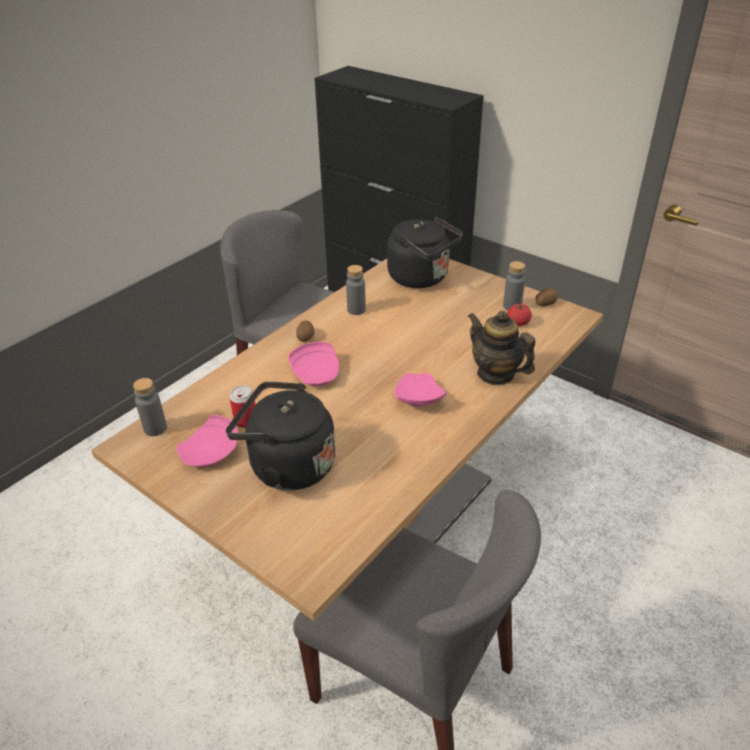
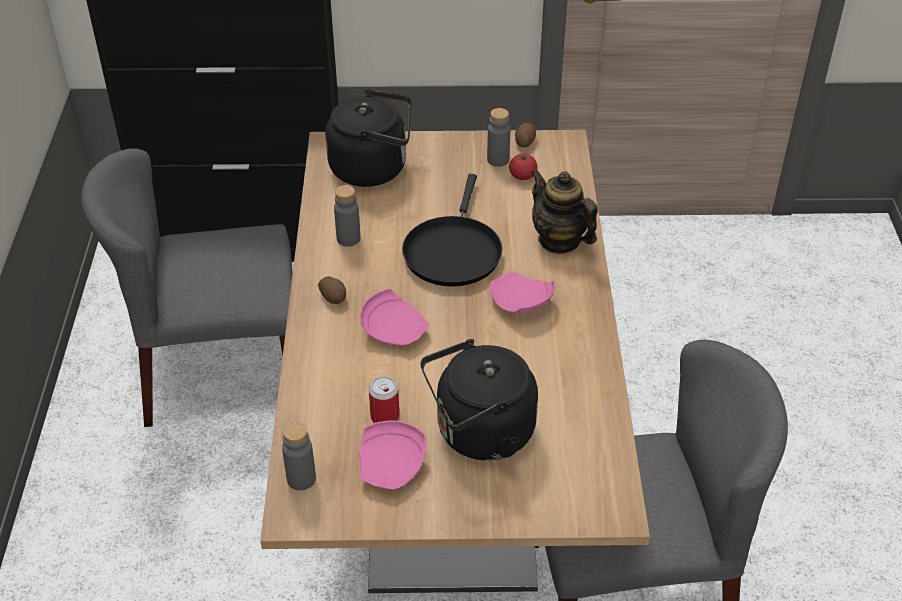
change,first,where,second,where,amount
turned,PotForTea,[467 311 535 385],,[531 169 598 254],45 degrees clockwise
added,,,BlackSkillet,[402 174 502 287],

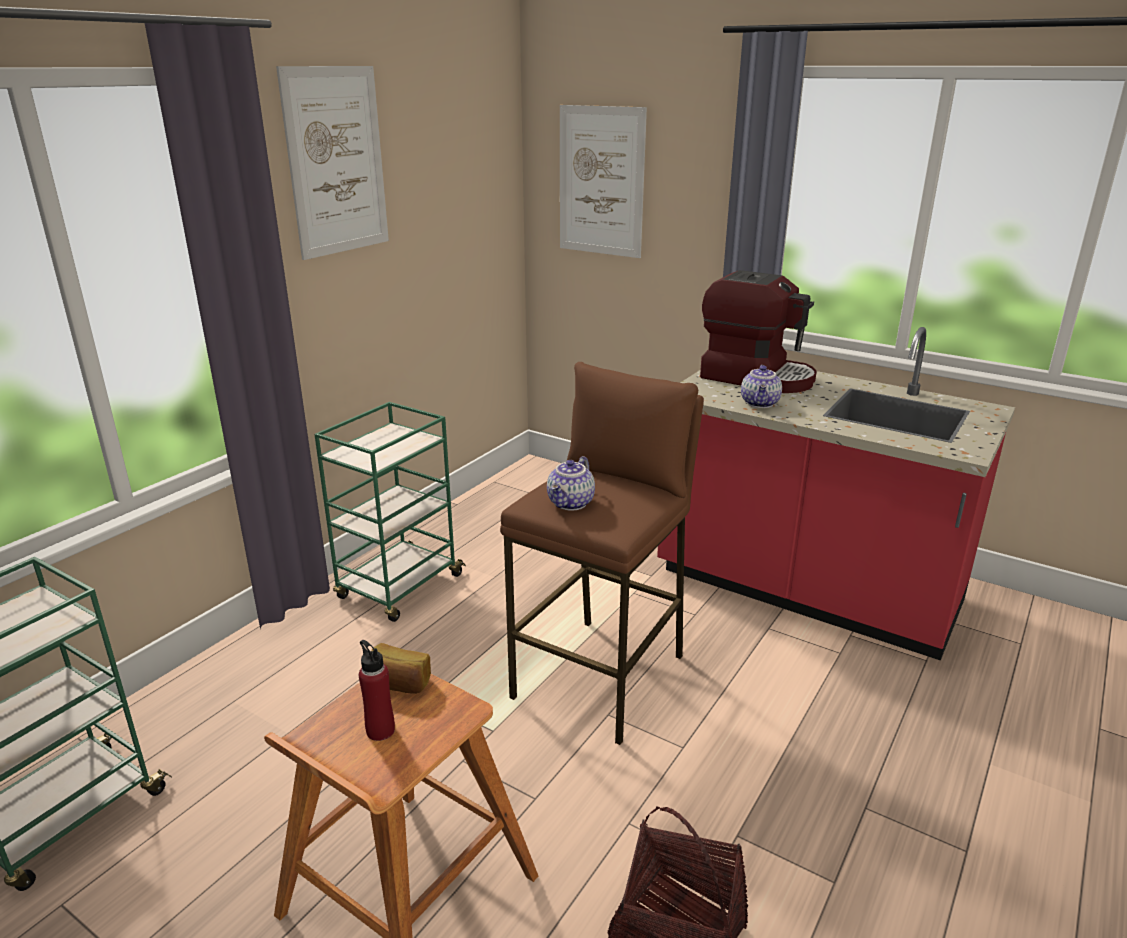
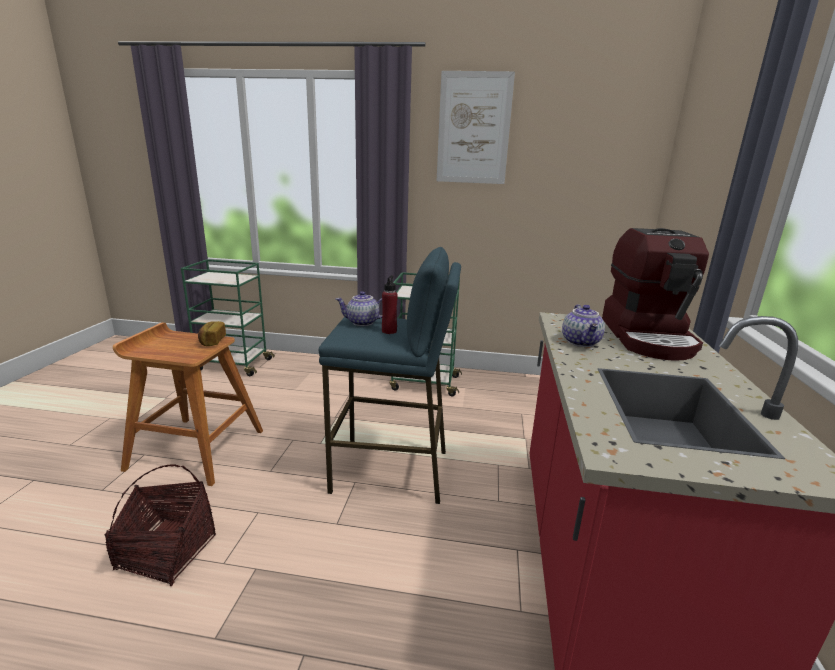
change,first,where,second,where,amount
moved,RedColouredBottle,[359 640 395 741],,[382 275 398 334],
recoloured,BrownishSittingStool,[500 362 704 745],BlueColouredSittingStool,[319 247 461 504],
removed,WallPicture,[560 105 647 258],,,
turned,PotForTea,[741 365 782 408],,[562 304 605 347],75 degrees counterclockwise

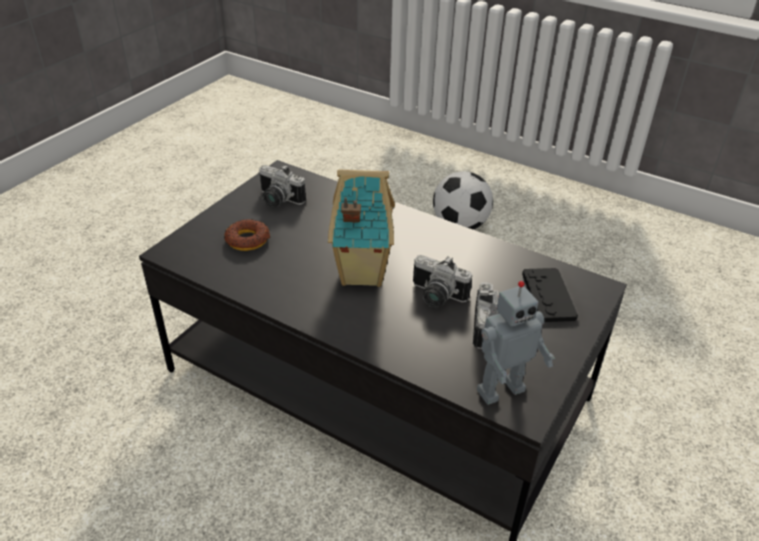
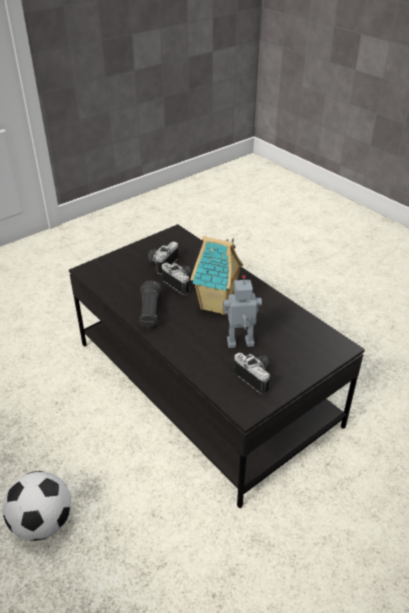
change,first,where,second,where,amount
removed,Donut,[224 219 270 251],,,
moved,ModelRobot,[477 281 555 405],,[223 275 262 348],
removed,BlackGameController,[522 268 578 322],,,
added,,,BlackHandTorch,[139 281 162 328],

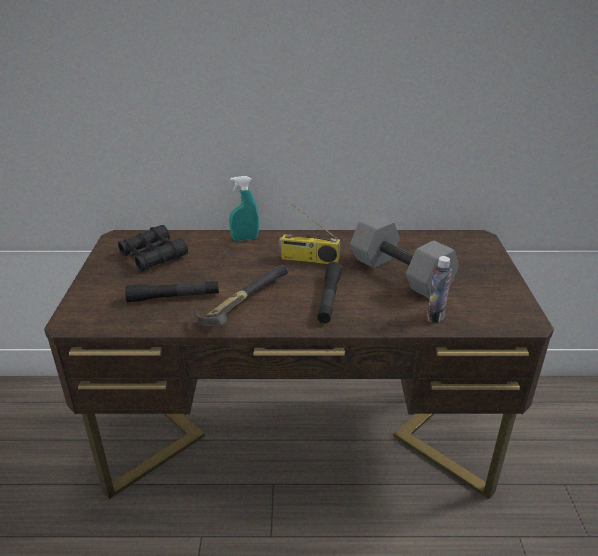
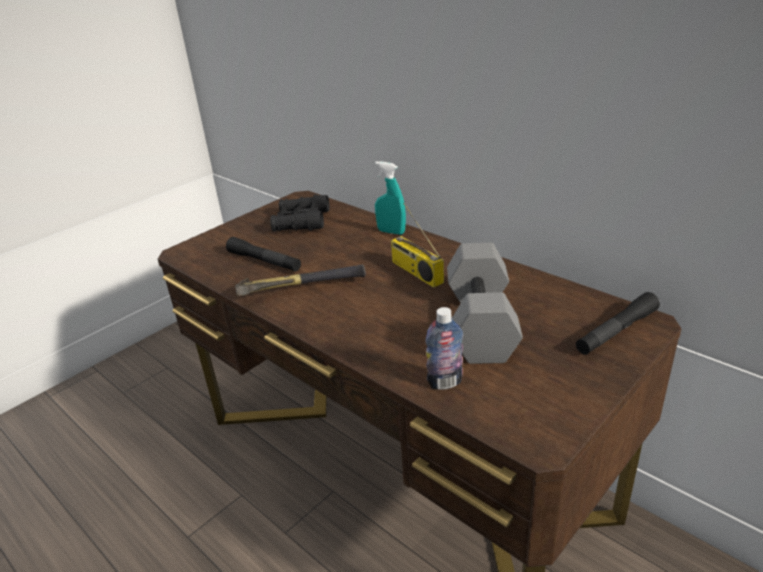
change,first,where,second,where,amount
moved,BlackHandTorch,[317 262 342 323],,[576 292 660 355],

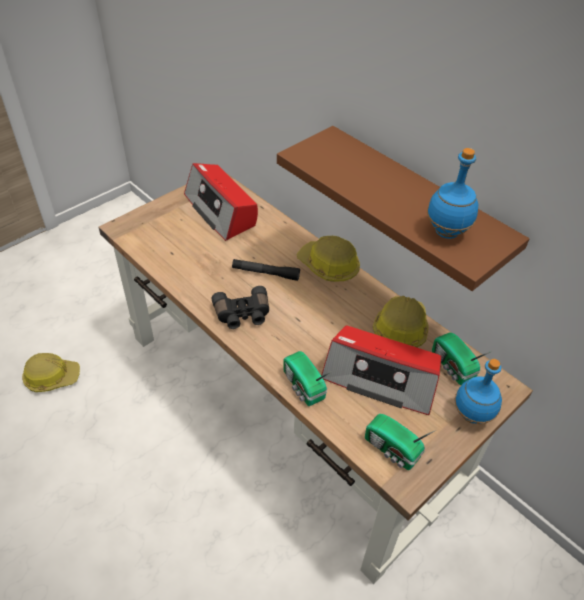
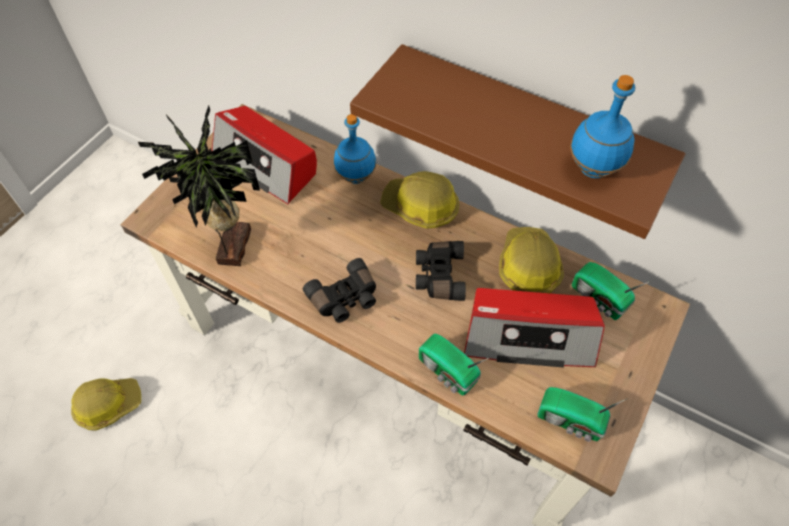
change,first,where,second,where,amount
removed,BlackHandTorch,[232 259 300 281],,,
moved,BlueColouredBottle,[454 359 502 424],,[334 114 376 184],
added,,,PottedPlant,[138 105 260 266],
added,,,BlackFieldGlasses,[416 241 466 301],

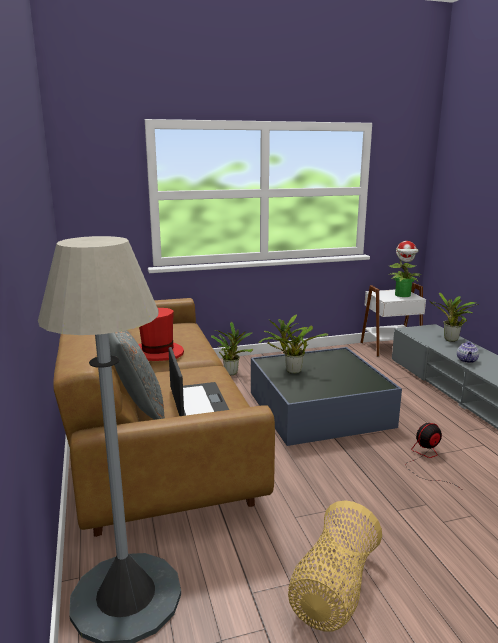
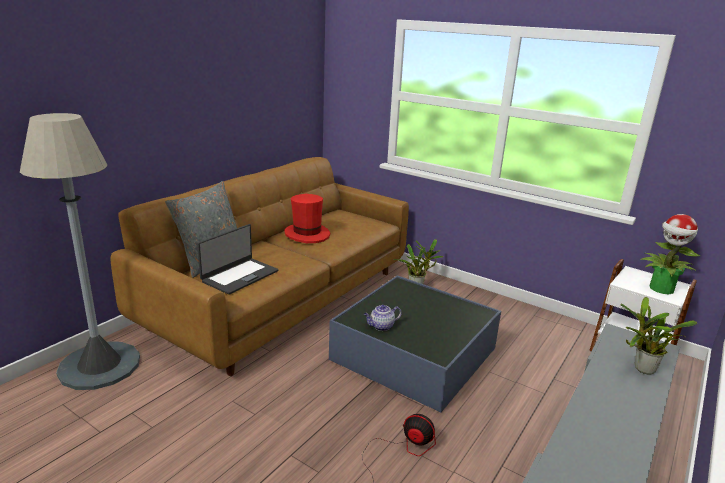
change,first,where,second,where,amount
removed,PottedPlant,[259 314 328 374],,,
removed,Basket,[288 501 382 631],,,
moved,PotForTea,[457 341 479 363],,[364 305 402 331],

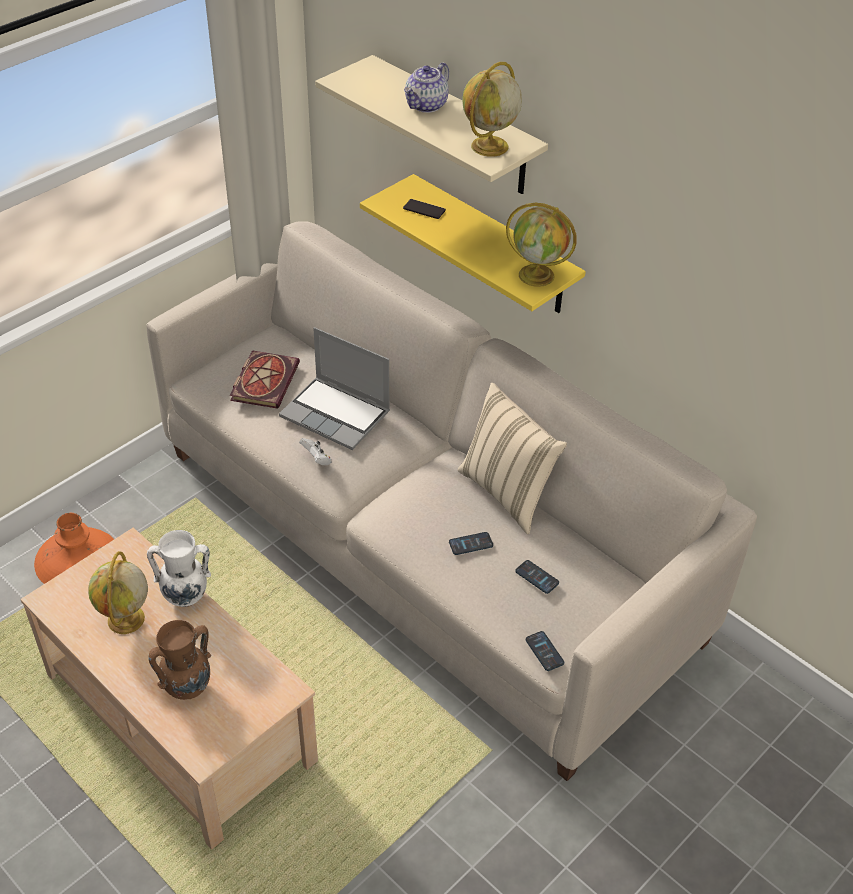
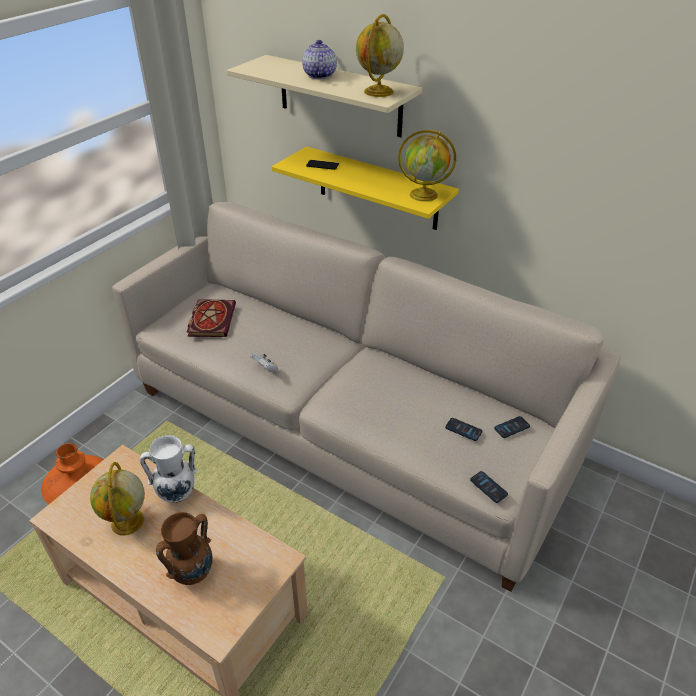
change,first,where,second,where,amount
removed,PortableComputer,[279 327 390 450],,,
turned,PotForTea,[404 62 449 113],,[302 40 337 79],150 degrees clockwise
moved,Telephone,[449 532 493 555],,[494 416 530 438],
removed,BeigeThrowPillow,[457 383 567 534],,,

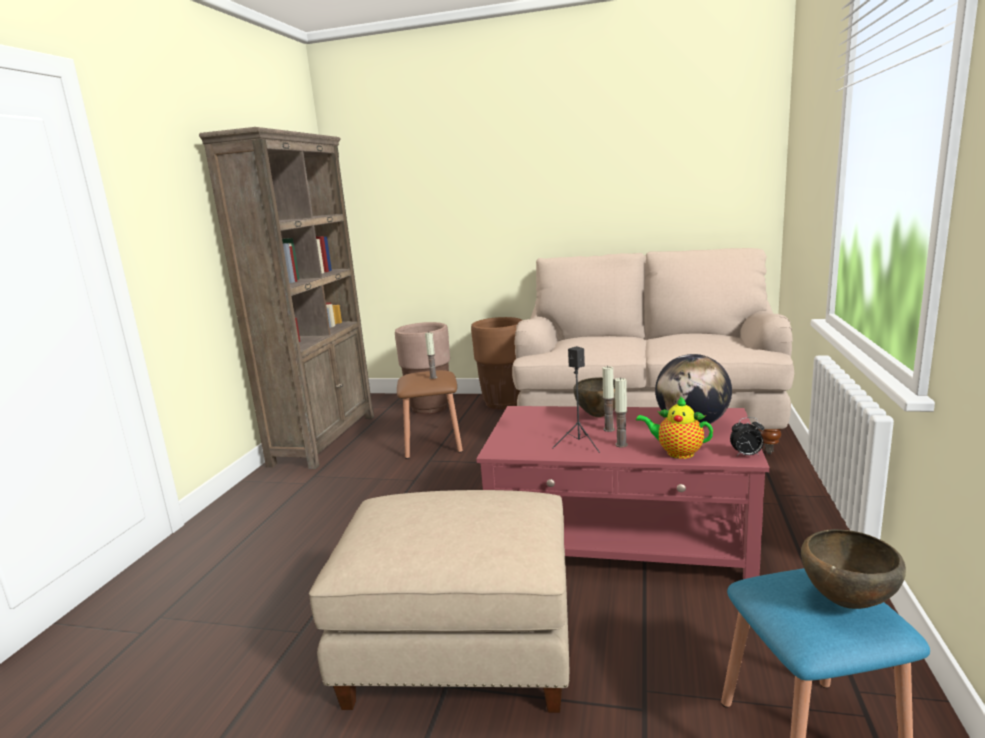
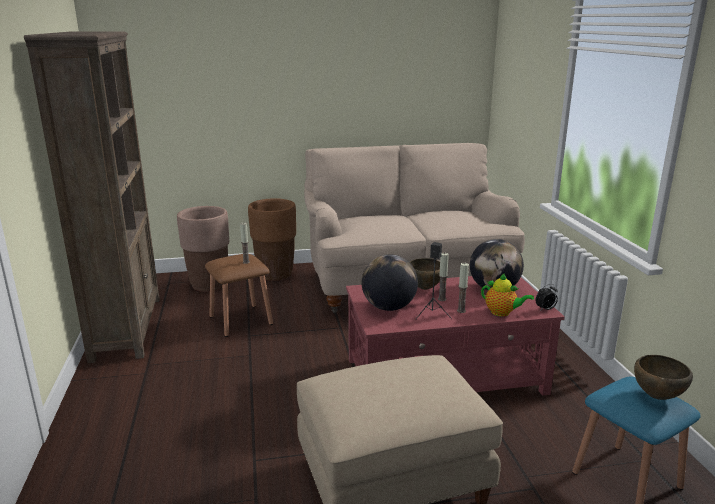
change,first,where,second,where,amount
turned,PotForTea,[636 396 713 459],,[481 273 534 316],150 degrees counterclockwise
added,,,WorldGlobe,[362 254 418 311],

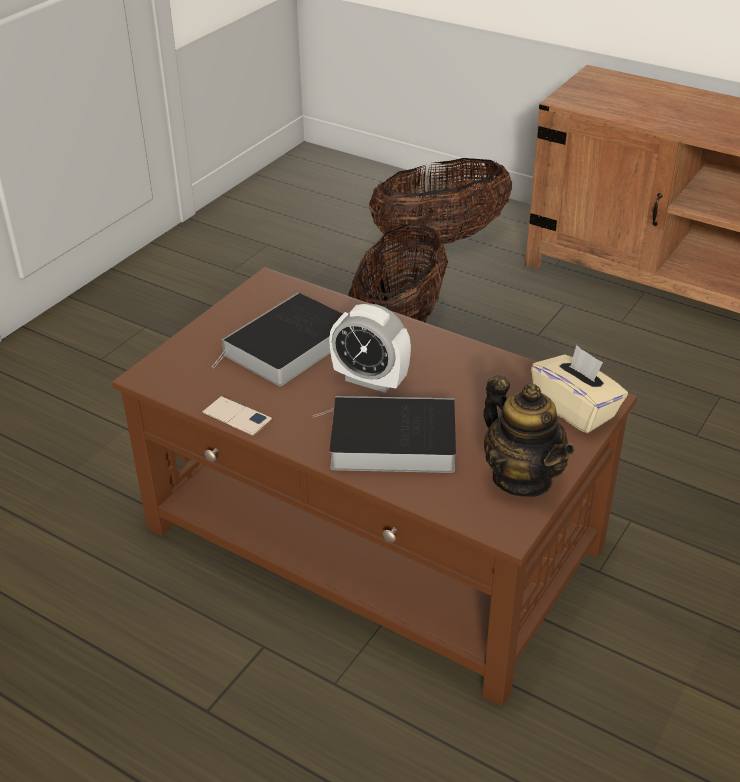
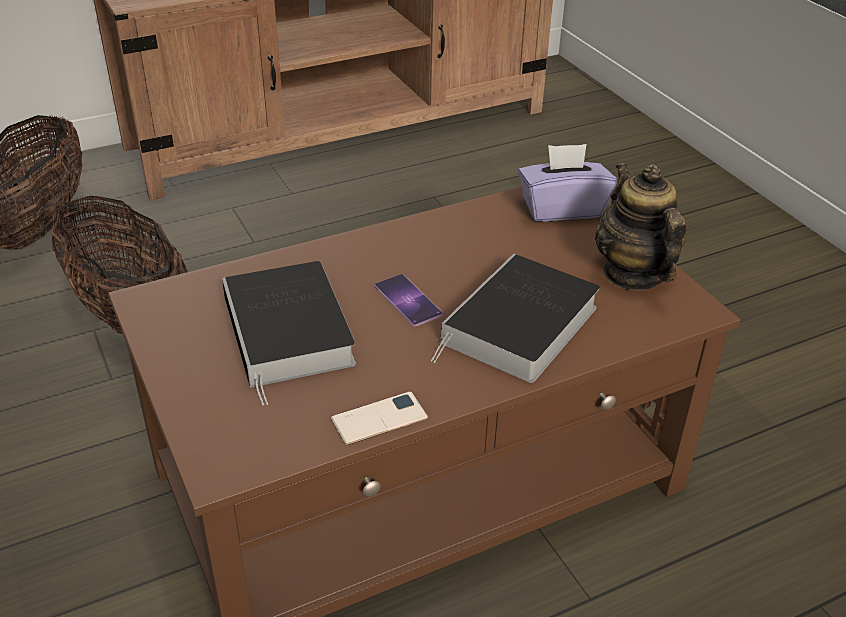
change,first,where,second,where,amount
replaced,BedsideClock,[329 303 411 393],Telephone,[374 274 443 327],
turned,PotForTea,[483 375 574 497],,[595 163 687 290],105 degrees counterclockwise
recoloured,BeigeTissueBox,[531 345 628 433],PurpleTissueBox,[518 144 617 221],

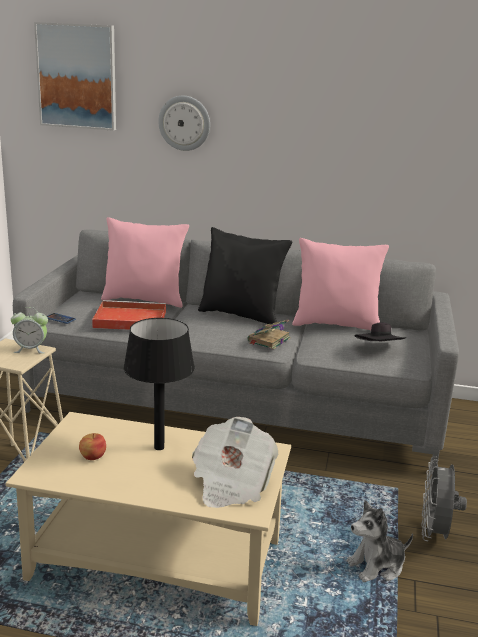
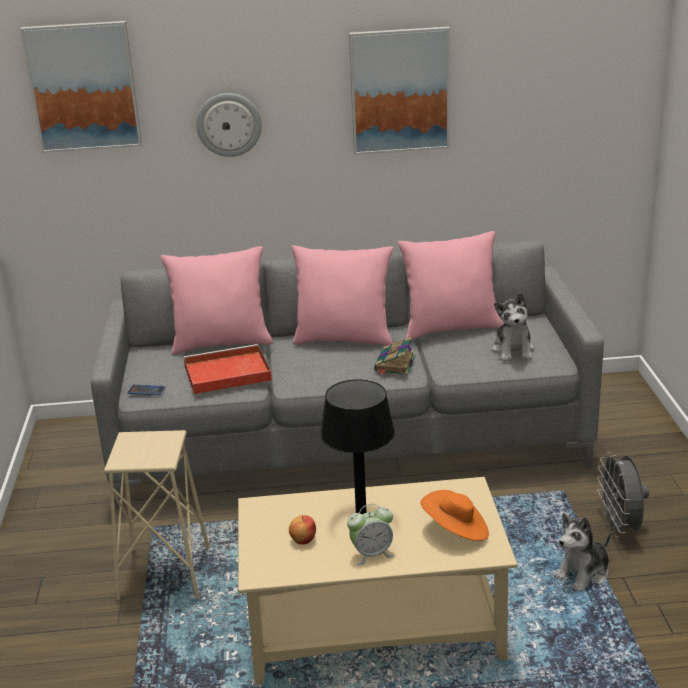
change,first,where,second,where,amount
moved,BedsideClock,[11 307 48 354],,[347 504 394 565],
replaced,Newspaper,[192 417 278 508],OrangeyWearableHat,[420 490 489 541],
recoloured,BlackThrowPillow,[198 227 292 324],PinkColouredThrowPillow,[292 245 393 346],
replaced,BlackWearableHat,[354 322 407 341],SoftToy,[492 293 534 361],
added,,,WallPicture,[349 27 450 155],

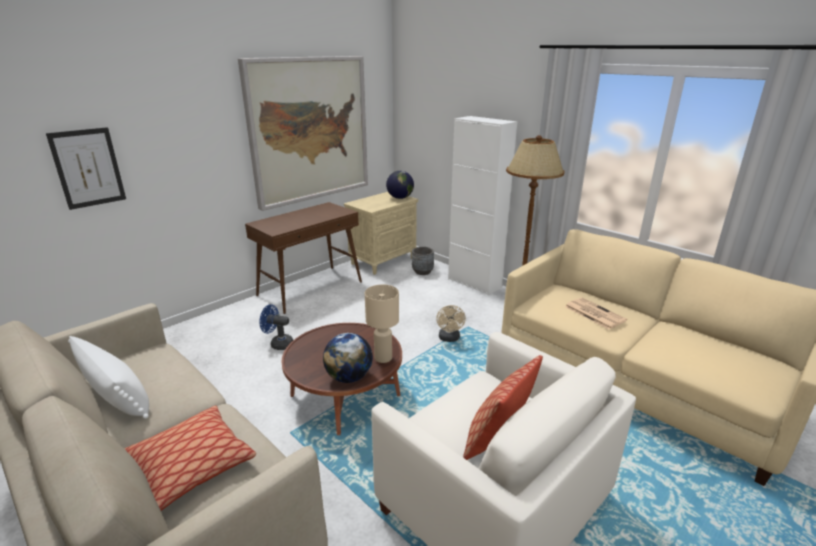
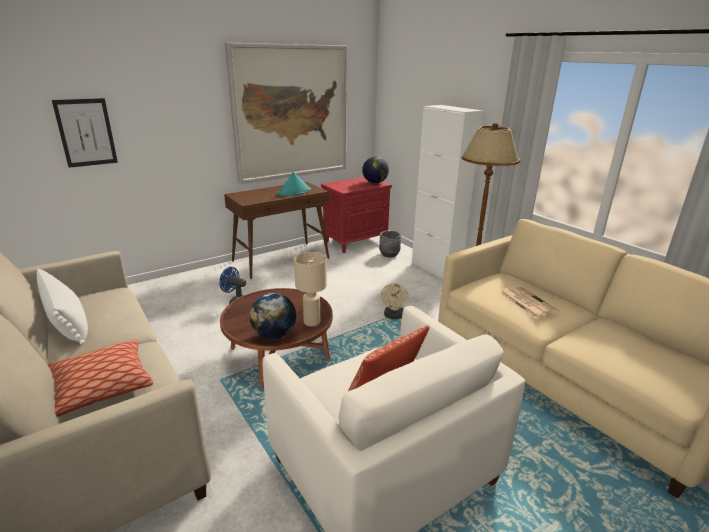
change,first,where,second,where,amount
recoloured,BeigeNightstand,[344 192 418 275],RedColouredNightstand,[321 177 392 253],
added,,,TurquoiseColouredWearableHat,[277 172 311 196],

